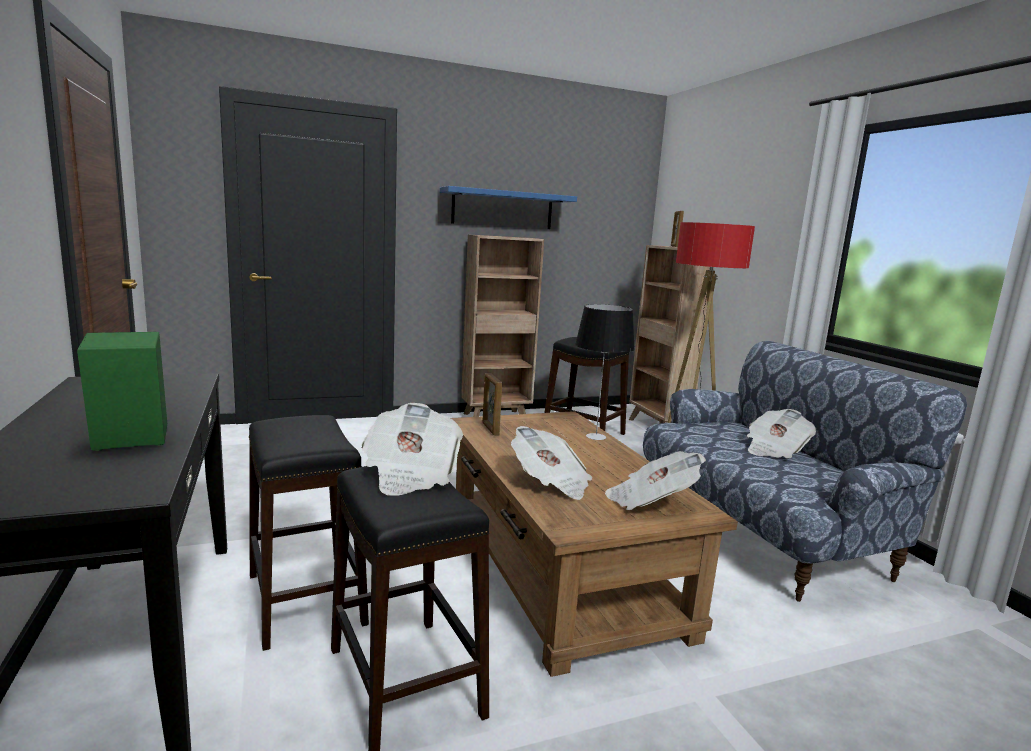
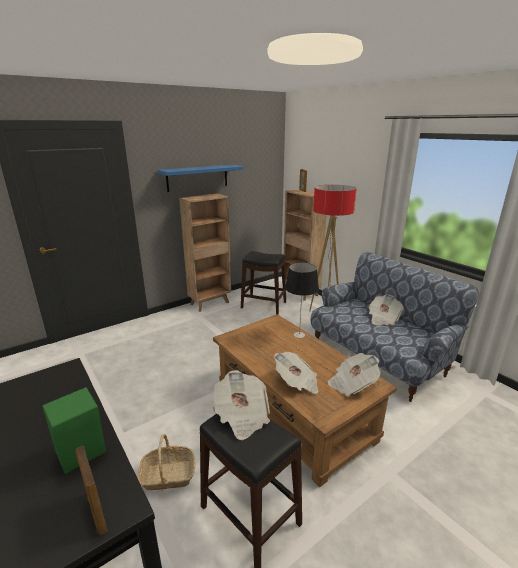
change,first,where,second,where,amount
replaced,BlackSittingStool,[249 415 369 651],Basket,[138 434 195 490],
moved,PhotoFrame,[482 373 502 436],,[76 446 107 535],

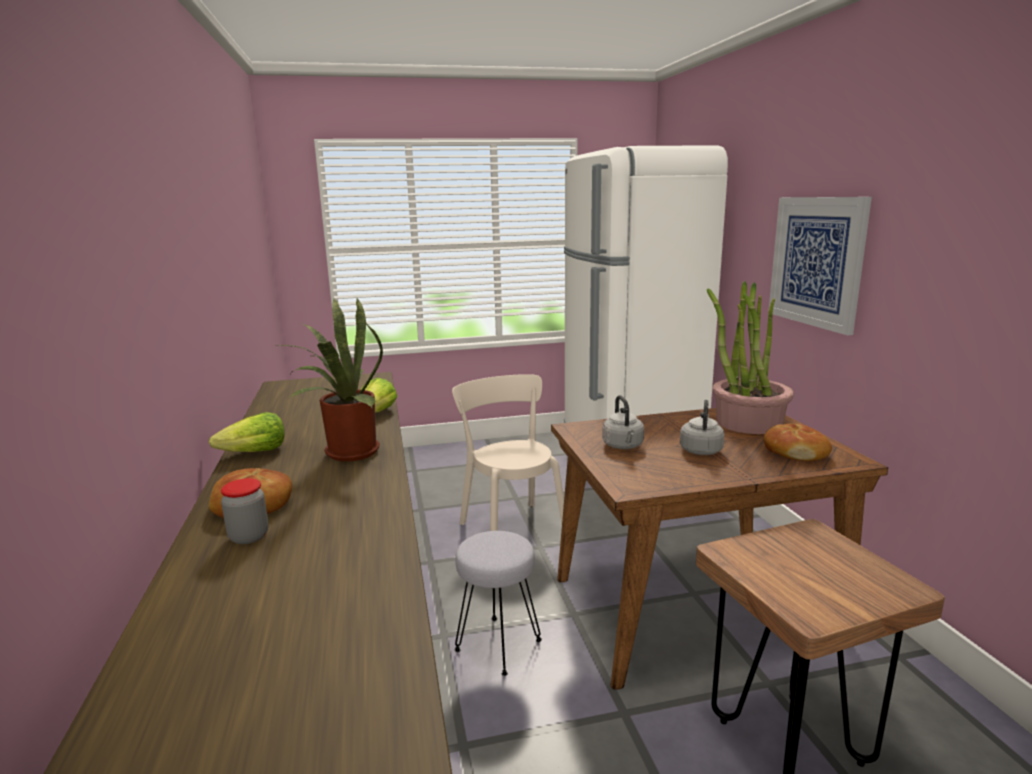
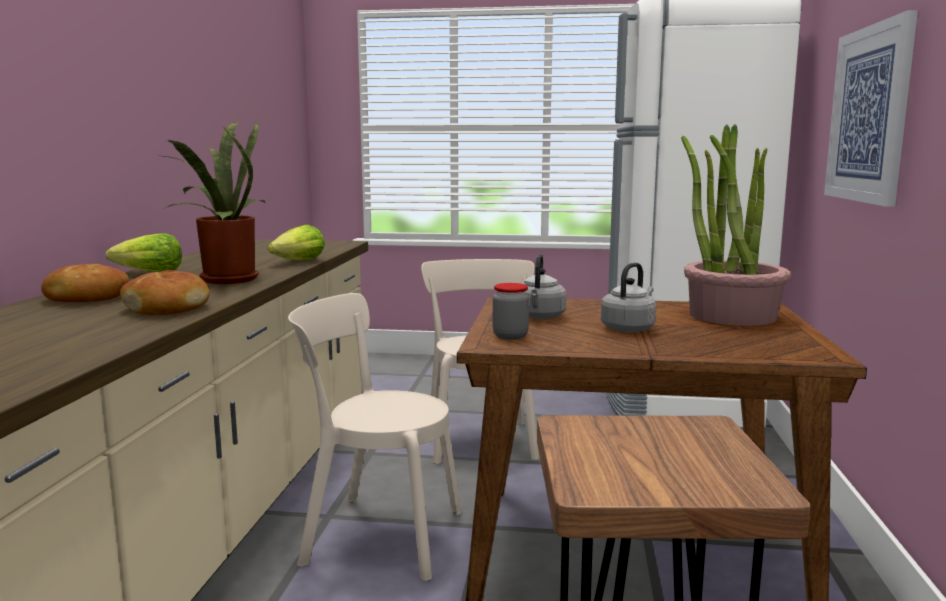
change,first,where,second,where,amount
moved,Jar,[221 478 268 544],,[493 283 529 340],
replaced,GreyishSittingStool,[454 531 542 676],BeigePlainChair,[288 293 461 581],
moved,Bread,[764 423 832 461],,[120 270 210 315],

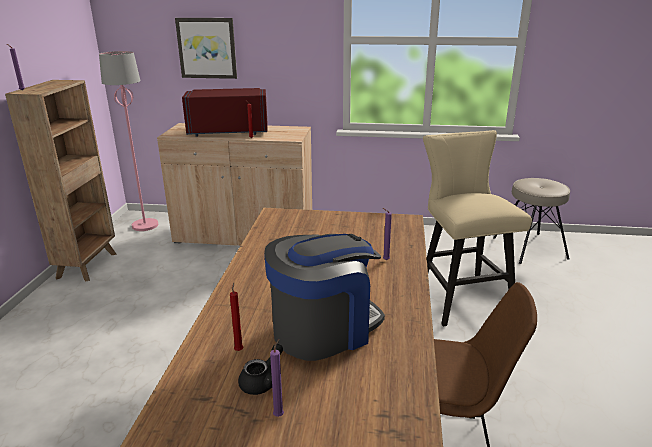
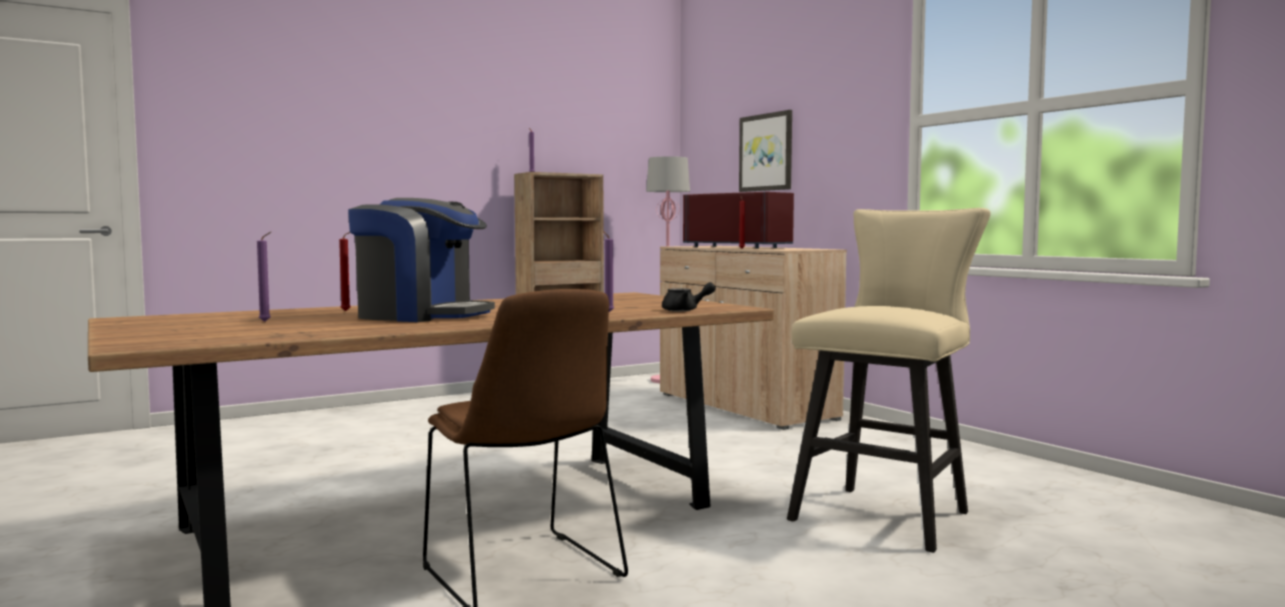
change,first,where,second,where,amount
moved,BlackPotForTea,[238 344 283 395],,[662 282 716 311],
removed,BeigeSittingStool,[493 178 570 264],,,

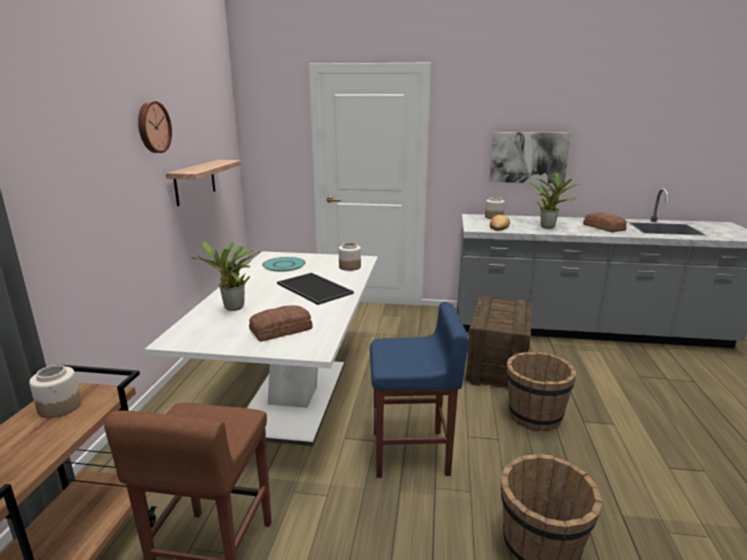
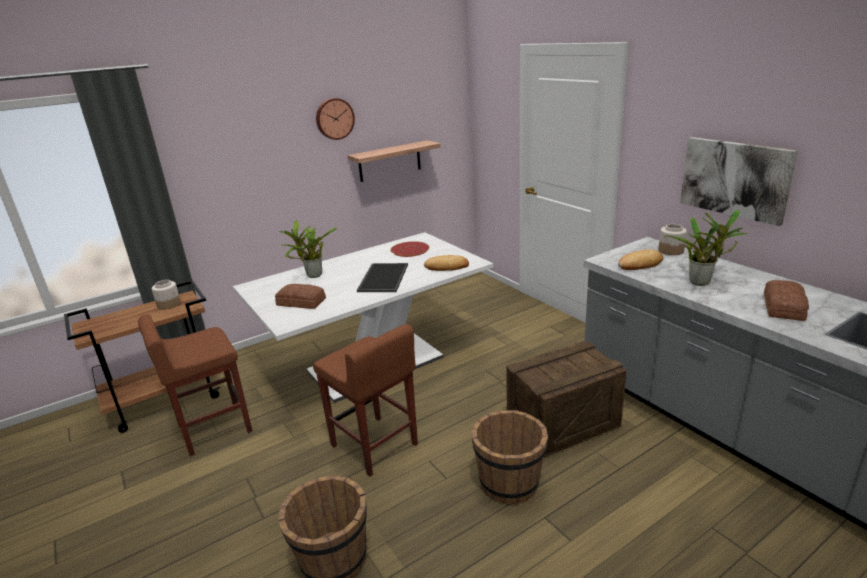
change,first,where,second,where,amount
recoloured,TurquoiseColouredPlate,[262 257 306 272],RedColouredPlate,[391 241 429 257],
replaced,Jar,[339 242 361 271],Bread,[424 255 469 271],
recoloured,BlueColouredSittingStool,[370 302 469 478],BrownishSittingStool,[313 324 418 477],

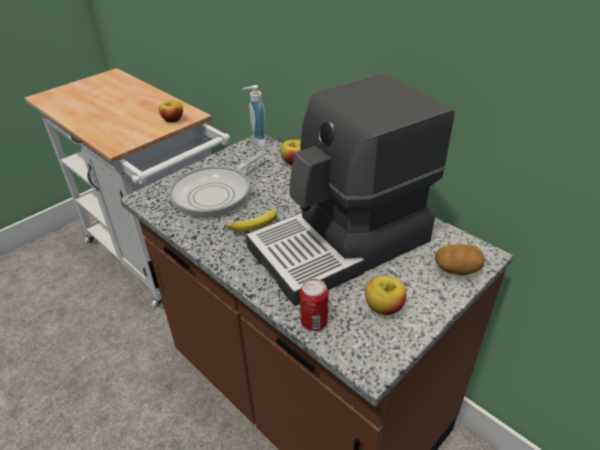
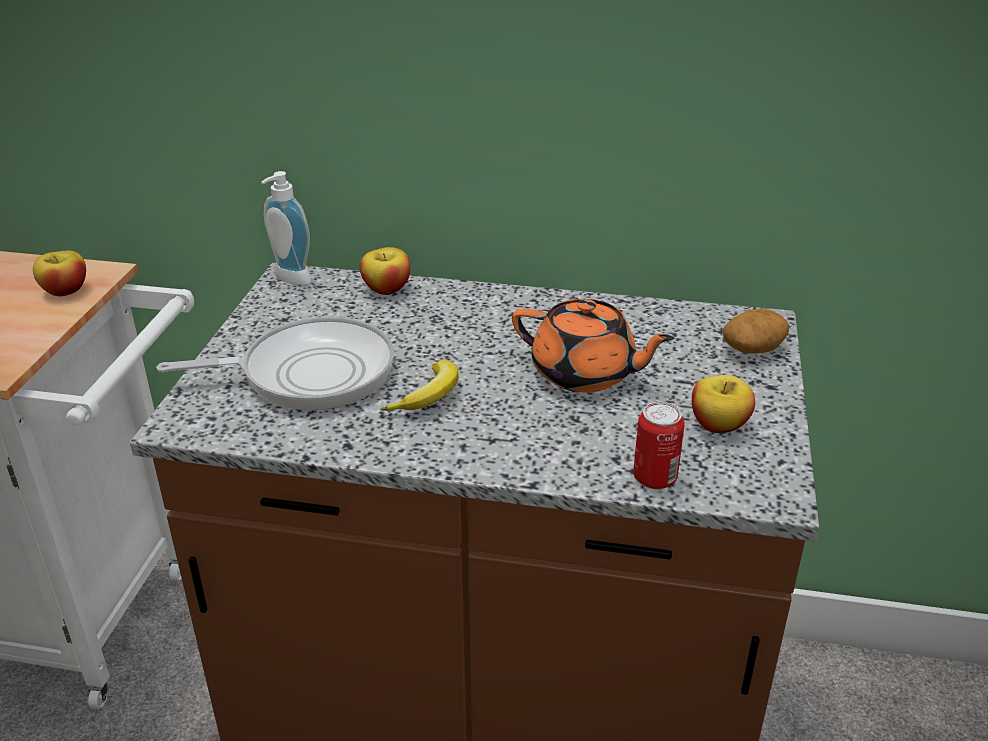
change,first,where,second,where,amount
turned,Skillet,[170 151 267 217],,[156 317 394 410],105 degrees counterclockwise
replaced,CoffeeMachine,[246 74 455 306],OrangeyPotForTea,[512 299 674 392],

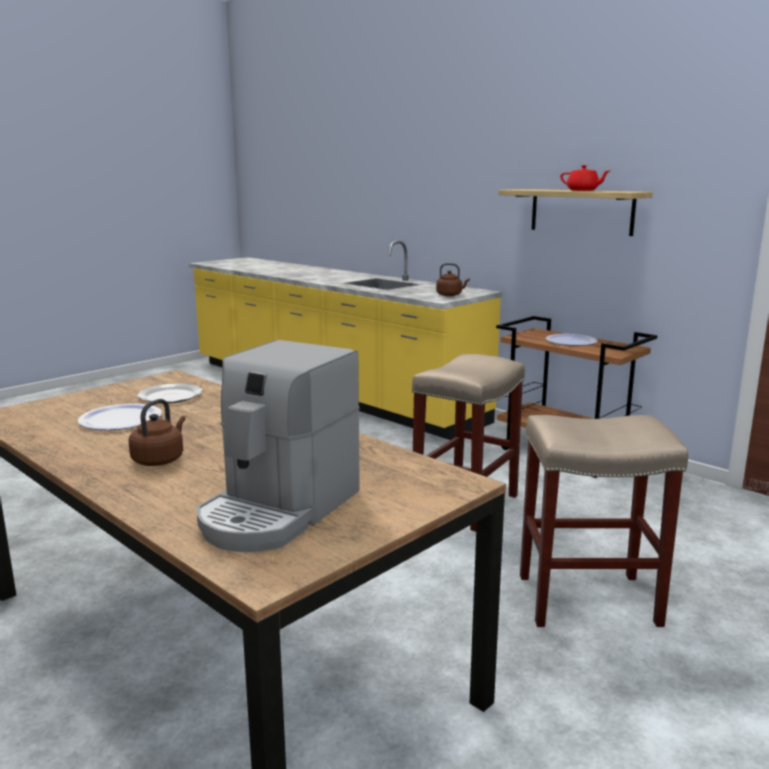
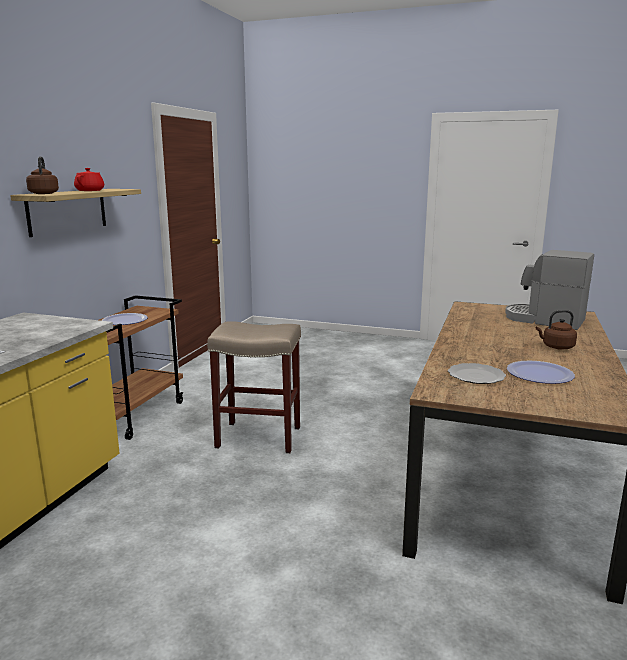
change,first,where,second,where,amount
turned,CoffeeMachine,[197 340 360 552],,[505 250 594 330],150 degrees counterclockwise
moved,BrownishKettle,[436 263 470 296],,[26 156 59 194],
removed,BeigeSittingStool,[520 415 688 627],,,

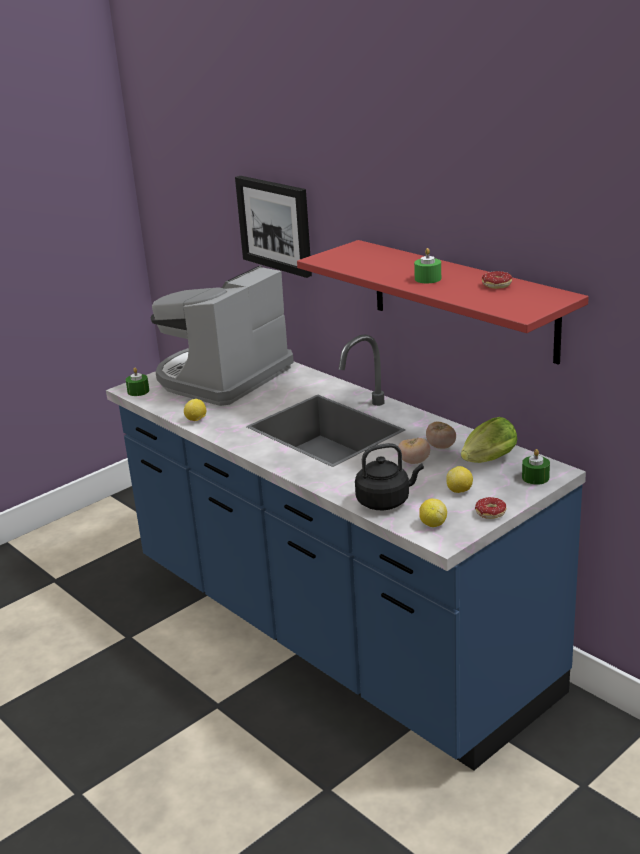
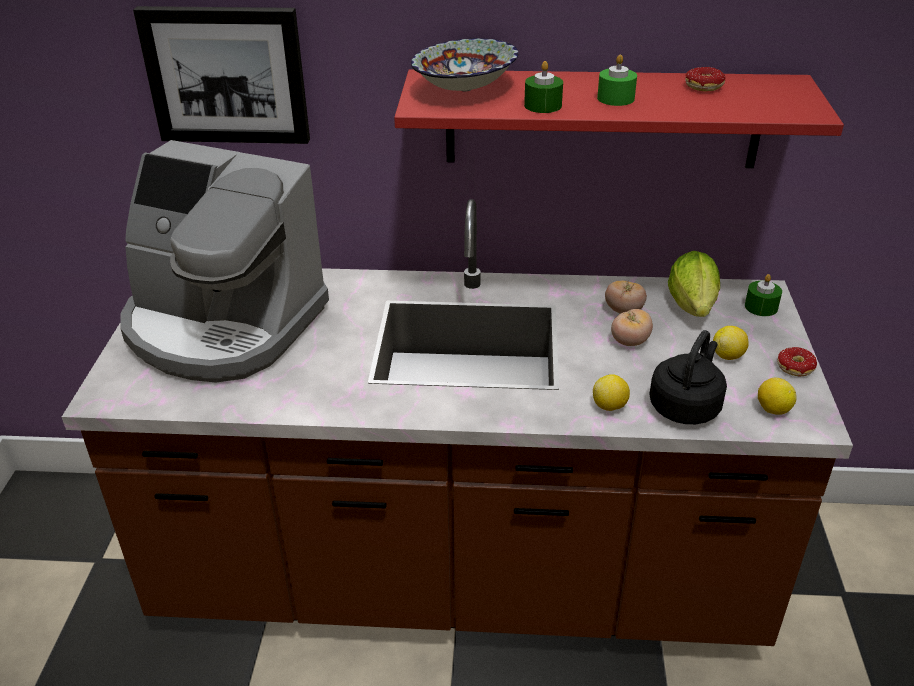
change,first,where,second,where,amount
recoloured,BlueColouredKitchenCounter,[106 334 586 770],BrownishKitchenCounter,[62 199 853 646],
moved,GreenishWaxLight,[126 368 149 396],,[524 61 563 113],
turned,CoffeeMachine,[151 265 294 406],,[120 140 329 382],60 degrees counterclockwise
moved,CitrusFruit,[184 399 206 421],,[593 374 630 411],
added,,,DeepDish,[411 38 519 92],

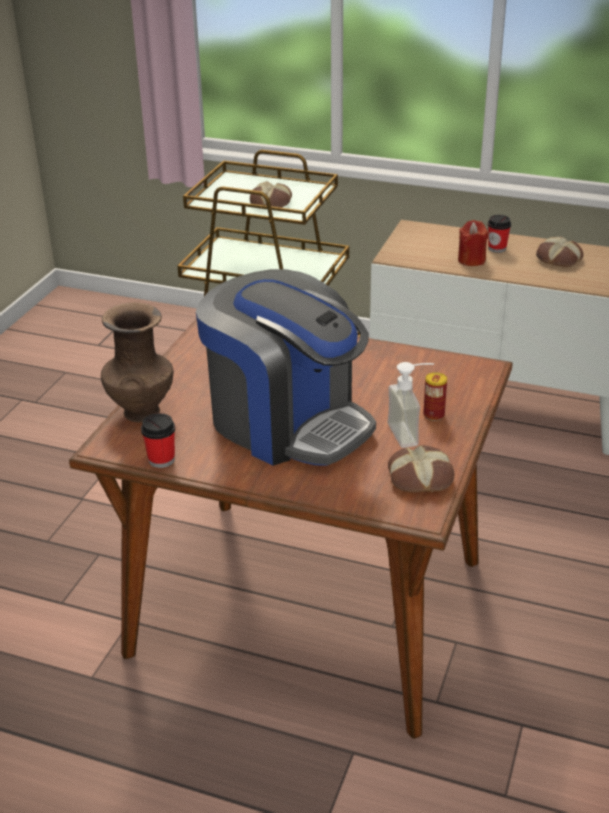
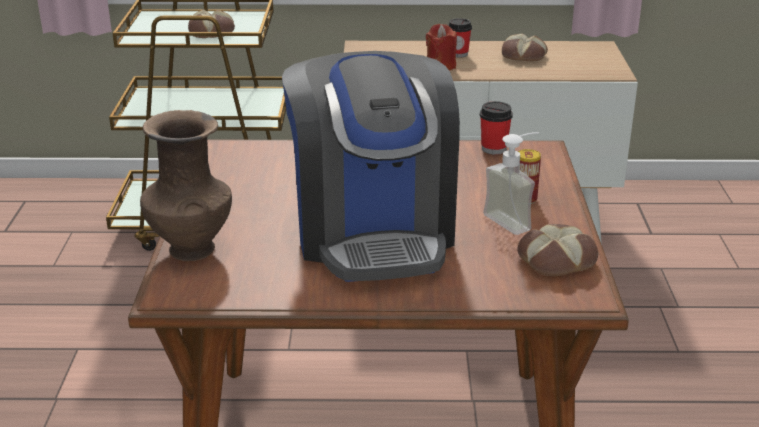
change,first,where,second,where,amount
moved,SmallCup,[141 413 175 468],,[480 101 513 154],
turned,CoffeeMachine,[196 269 376 466],,[282 51 460 282],60 degrees clockwise

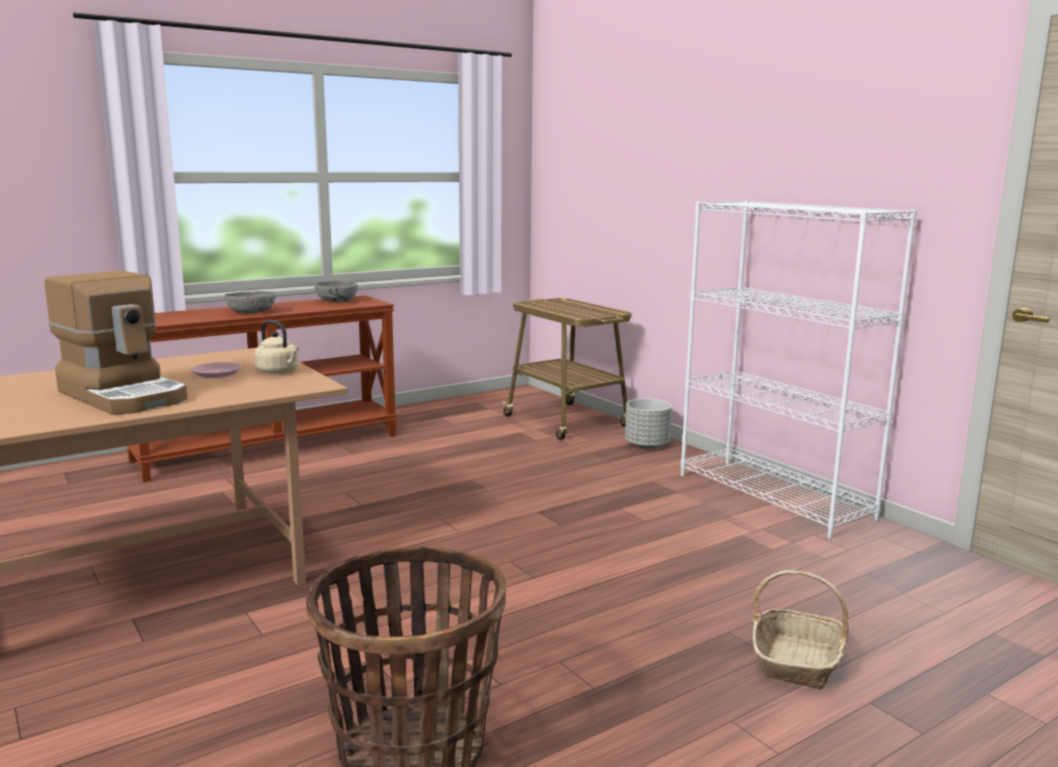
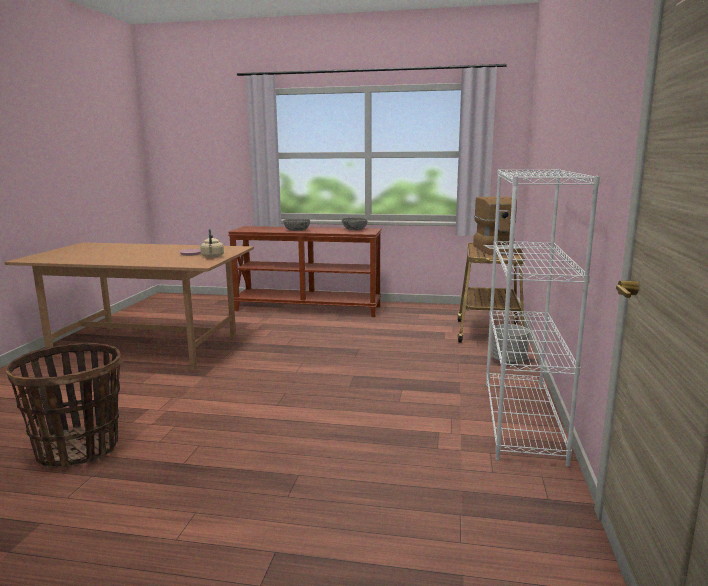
change,first,where,second,where,amount
moved,CoffeeMachine,[44 271 187 415],,[473 196 523 256],
removed,Basket,[752 570 849 689],,,

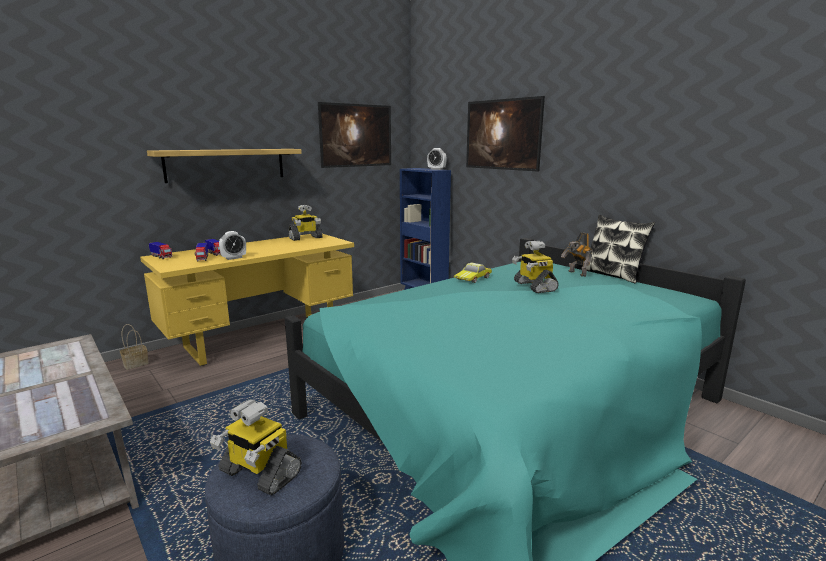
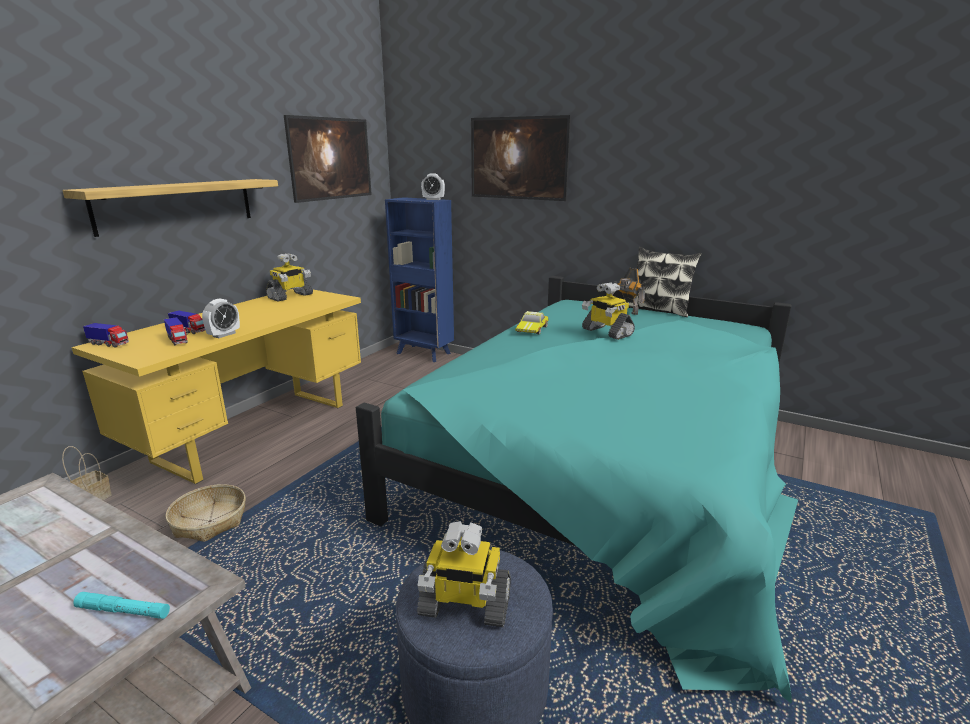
change,first,where,second,where,amount
added,,,TurquoiseColouredHandTorch,[73 592 170 619],
added,,,Basket,[166 484 246 542],

